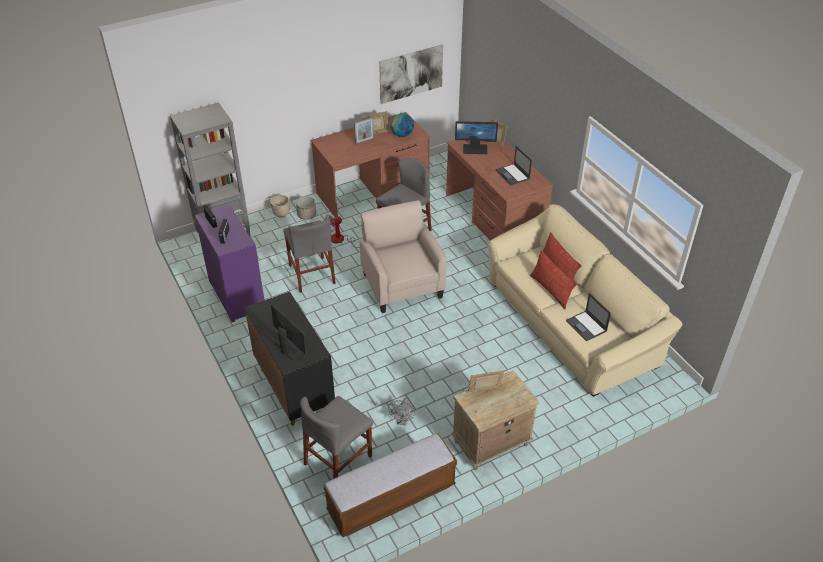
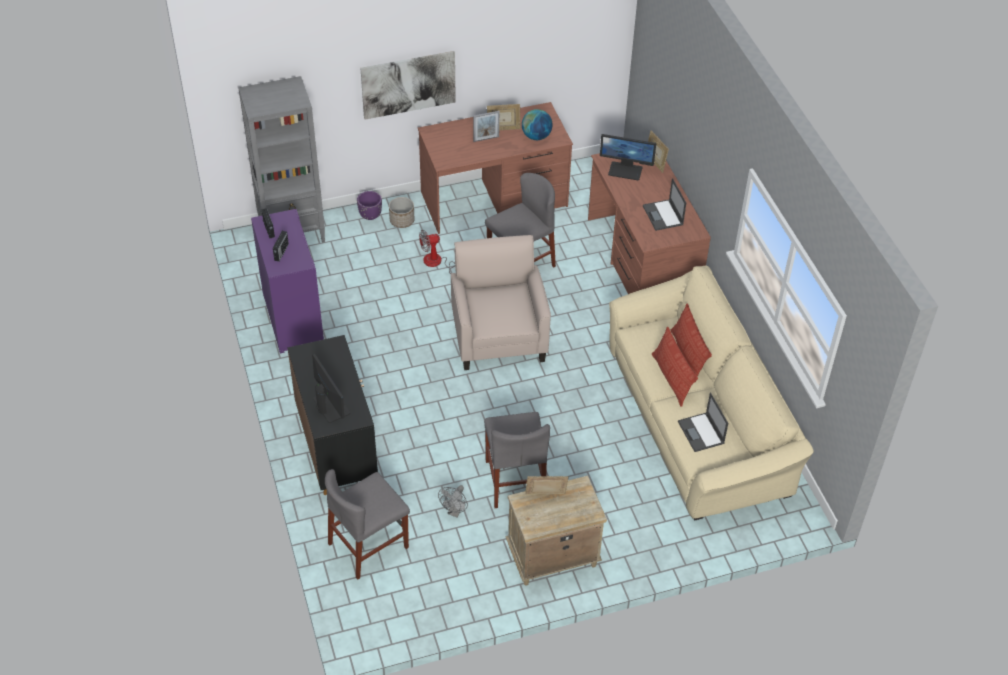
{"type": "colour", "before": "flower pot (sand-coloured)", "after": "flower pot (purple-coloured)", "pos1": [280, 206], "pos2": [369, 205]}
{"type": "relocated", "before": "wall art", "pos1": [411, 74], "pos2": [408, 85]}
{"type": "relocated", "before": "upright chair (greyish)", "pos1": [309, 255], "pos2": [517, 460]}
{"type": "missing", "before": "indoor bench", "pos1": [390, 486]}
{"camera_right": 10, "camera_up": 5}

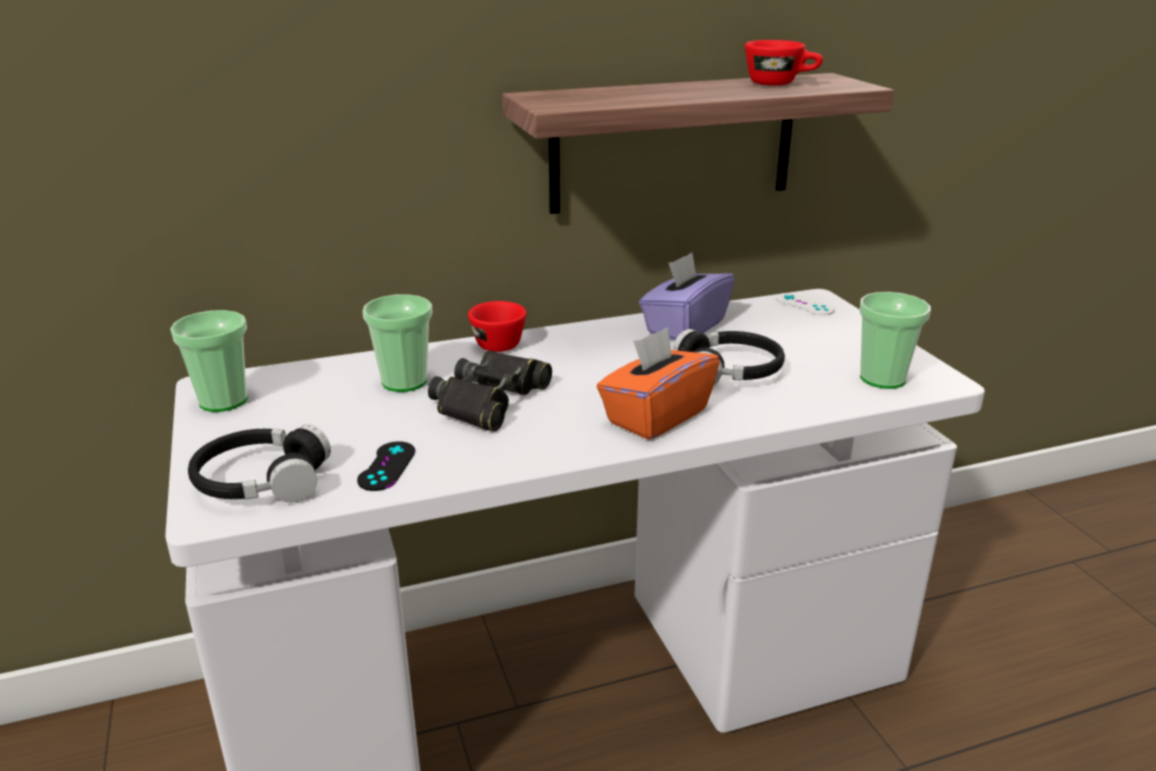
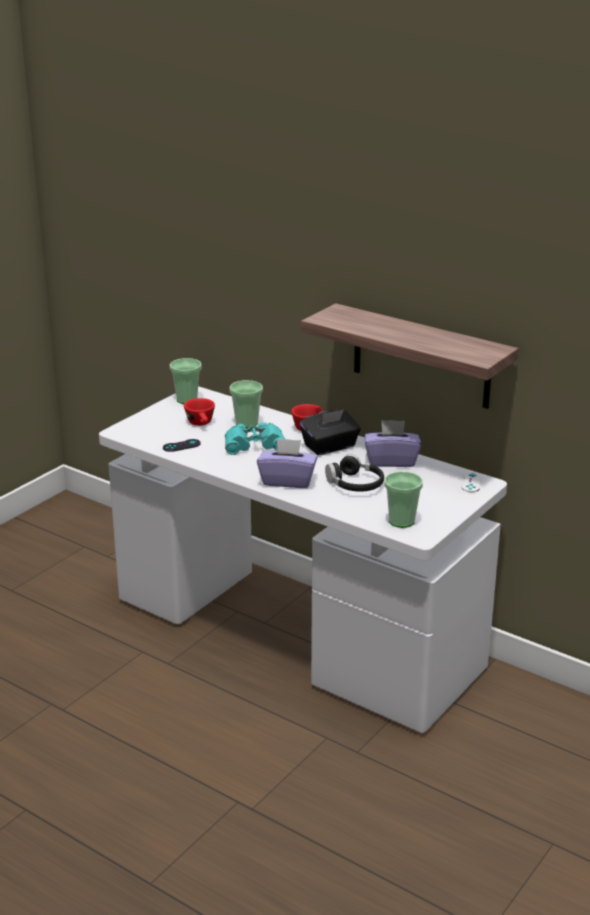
{"type": "relocated", "before": "cup (red-coloured)", "pos1": [784, 63], "pos2": [199, 412]}
{"type": "colour", "before": "pair of binoculars (black-coloured)", "after": "pair of binoculars (turquoise)", "pos1": [490, 391], "pos2": [255, 438]}
{"type": "colour", "before": "tissue holder (orange)", "after": "tissue holder (purple-coloured)", "pos1": [658, 383], "pos2": [287, 463]}
{"type": "appeared", "after": "tissue holder (black-coloured)", "pos2": [330, 432]}
{"type": "missing", "before": "pair of headphones (black-coloured)", "pos1": [259, 463]}
{"camera_right": 55, "camera_up": 0}

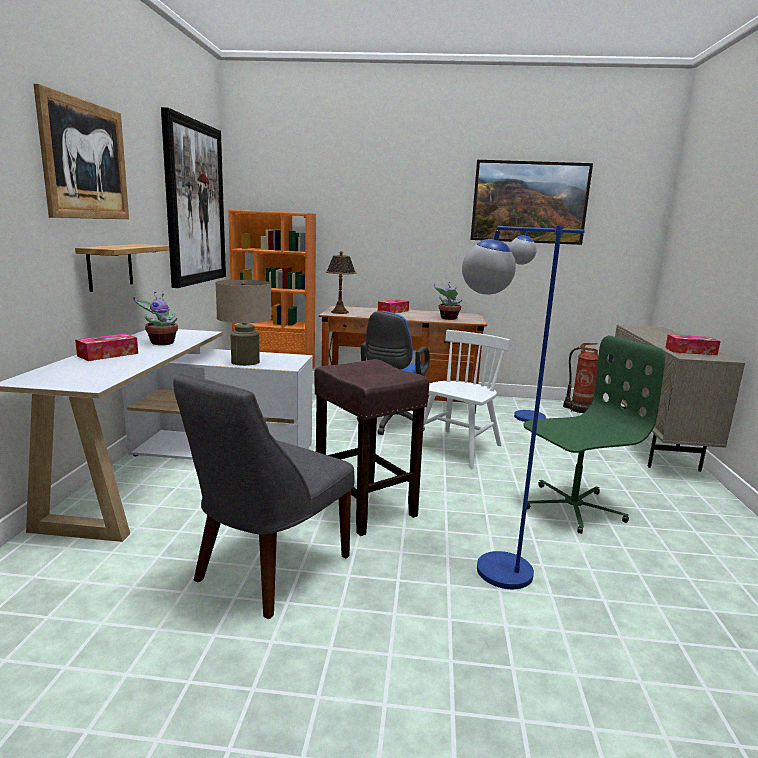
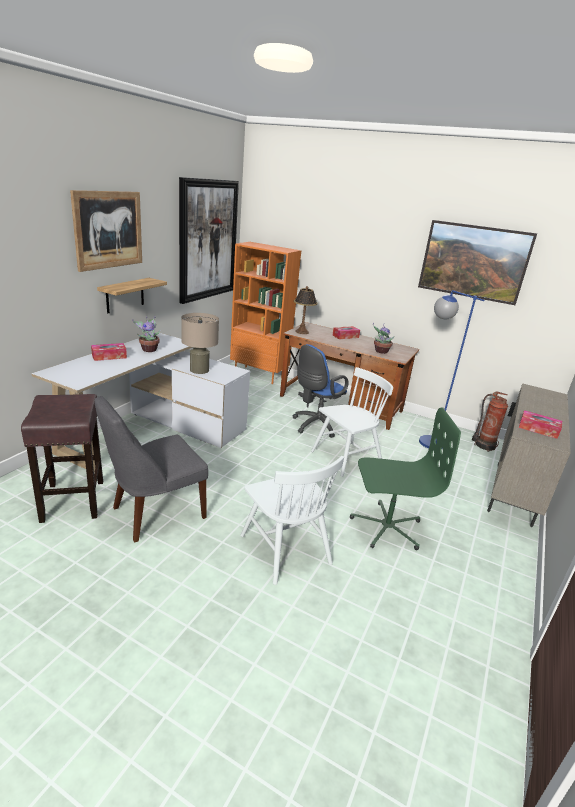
{"type": "relocated", "before": "stool (brown-coloured)", "pos1": [371, 447], "pos2": [62, 458]}
{"type": "exchanged", "before": "floor lamp (blue-coloured)", "after": "upright chair (white)", "pos1": [523, 407], "pos2": [292, 520]}
{"camera_right": 20, "camera_up": 10}

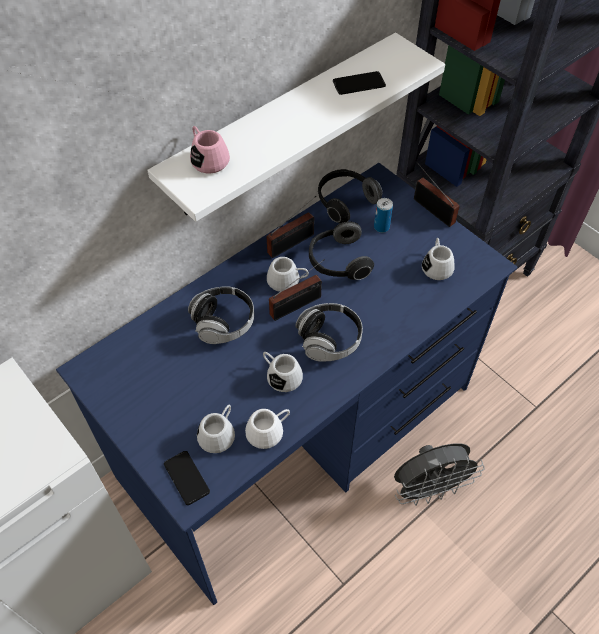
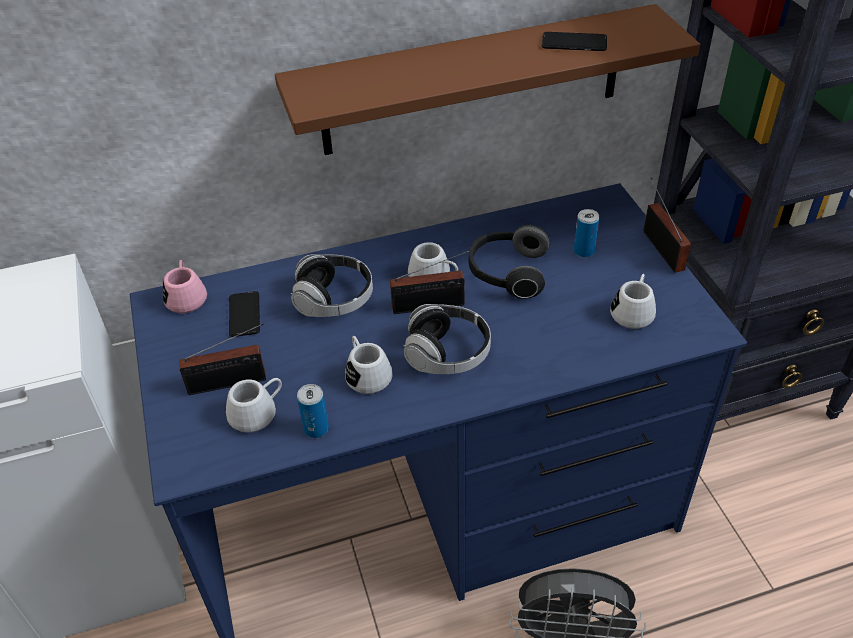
{"type": "relocated", "before": "tea mug (pinkish)", "pos1": [210, 150], "pos2": [185, 286]}
{"type": "relocated", "before": "radio receiver", "pos1": [291, 227], "pos2": [222, 359]}
{"type": "relocated", "before": "phone", "pos1": [187, 478], "pos2": [244, 314]}
{"type": "colour", "before": "shelf (white)", "after": "shelf (brown-coloured)", "pos1": [296, 127], "pos2": [487, 79]}
{"type": "exchanged", "before": "tea mug (white)", "after": "metal can", "pos1": [267, 429], "pos2": [313, 411]}
{"type": "missing", "before": "pair of headphones", "pos1": [350, 196]}
{"camera_right": 25, "camera_up": -10}

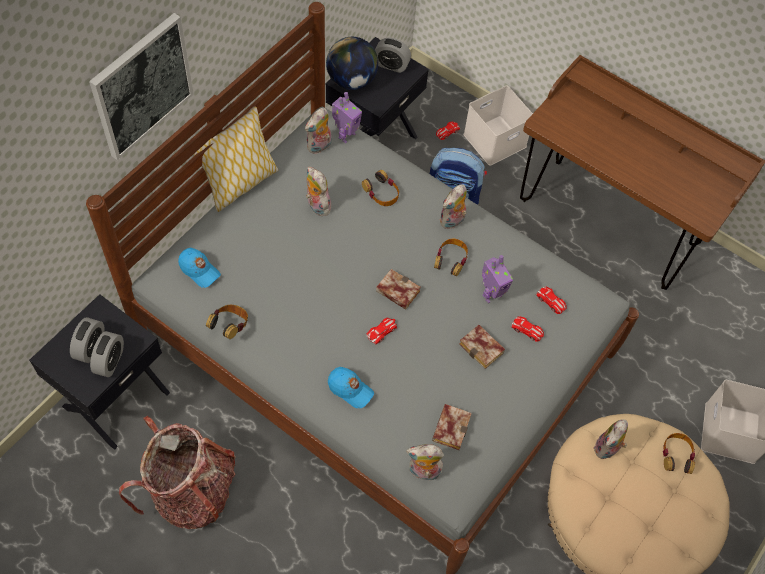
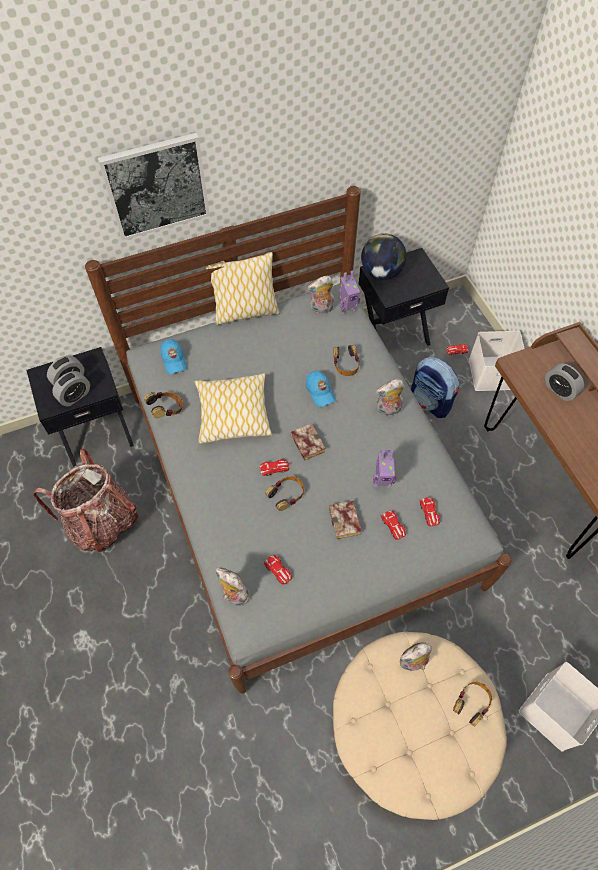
{"type": "appeared", "after": "cushion", "pos2": [233, 408]}
{"type": "exchanged", "before": "book", "after": "toy car", "pos1": [452, 427], "pos2": [277, 569]}
{"type": "relocated", "before": "pair of headphones", "pos1": [451, 257], "pos2": [284, 493]}
{"type": "relocated", "before": "cap (blue-coloured)", "pos1": [351, 387], "pos2": [321, 389]}
{"type": "relocated", "before": "table clock", "pos1": [393, 55], "pos2": [564, 382]}
{"type": "missing", "before": "cuddly toy", "pos1": [318, 191]}
{"camera_right": 35, "camera_up": 0}

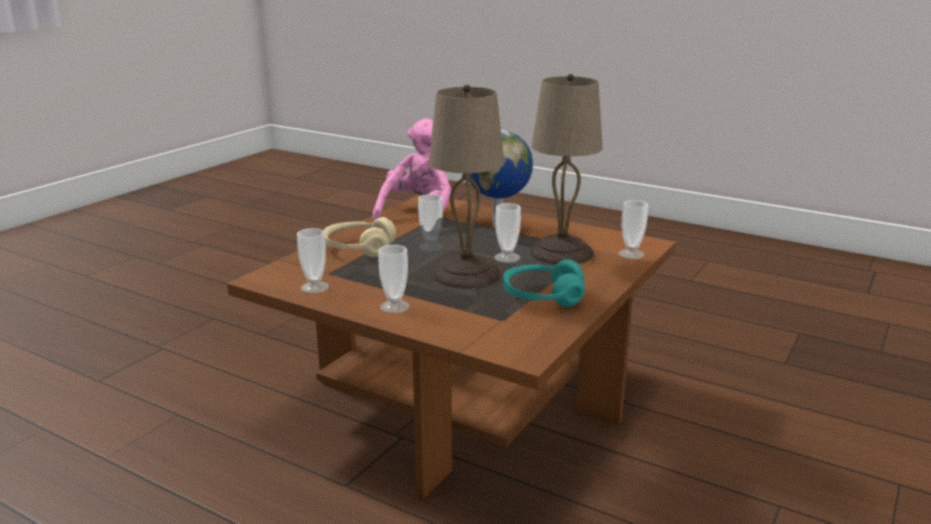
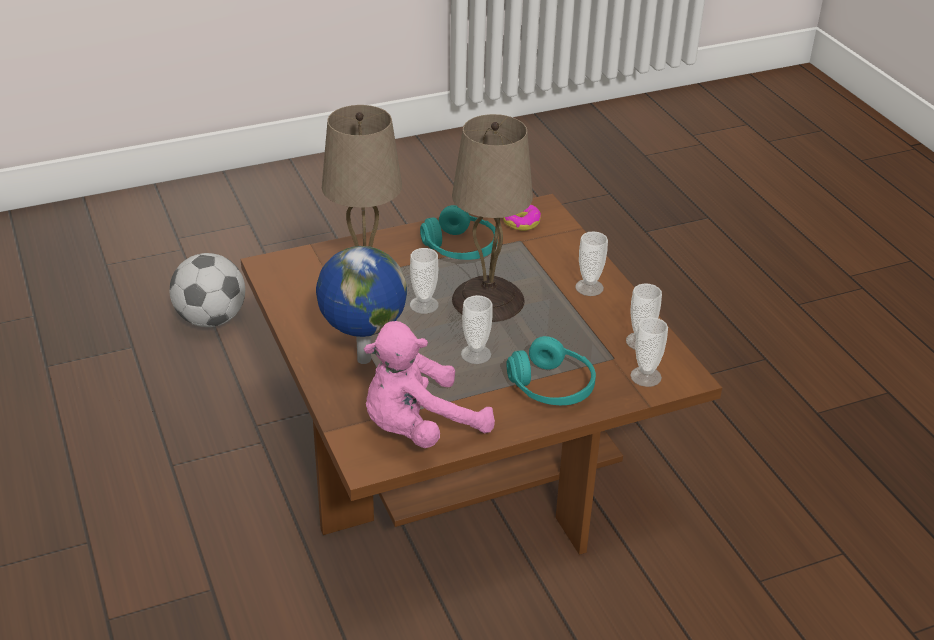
{"type": "appeared", "after": "football ball", "pos2": [207, 290]}
{"type": "appeared", "after": "ring doughnut", "pos2": [522, 218]}
{"type": "colour", "before": "pair of headphones (sand-coloured)", "after": "pair of headphones (turquoise)", "pos1": [360, 237], "pos2": [551, 370]}
{"type": "relocated", "before": "cup", "pos1": [633, 229], "pos2": [649, 352]}
{"camera_right": -145, "camera_up": 15}

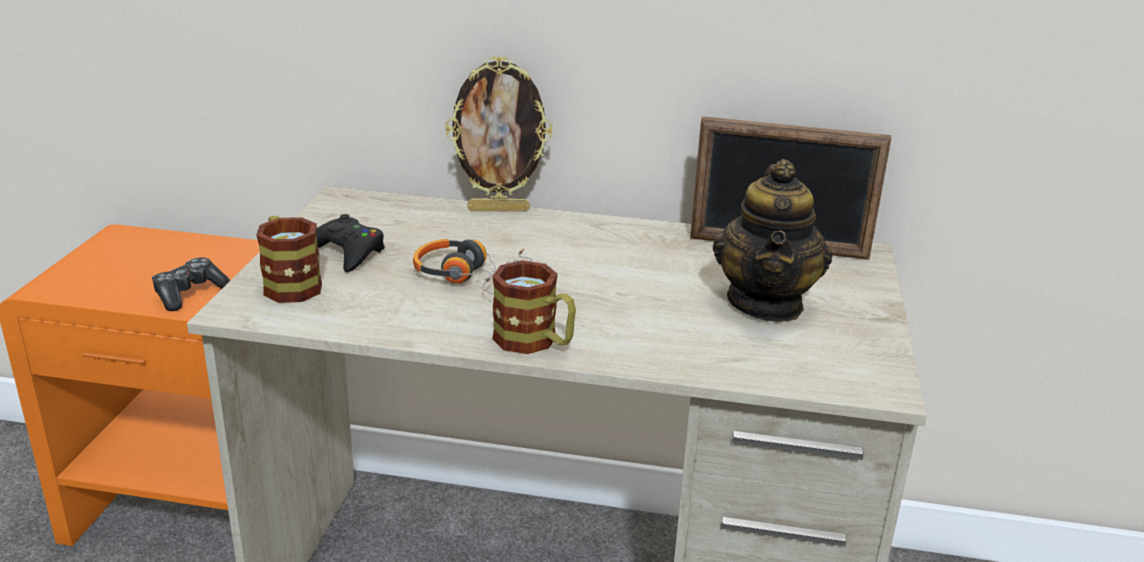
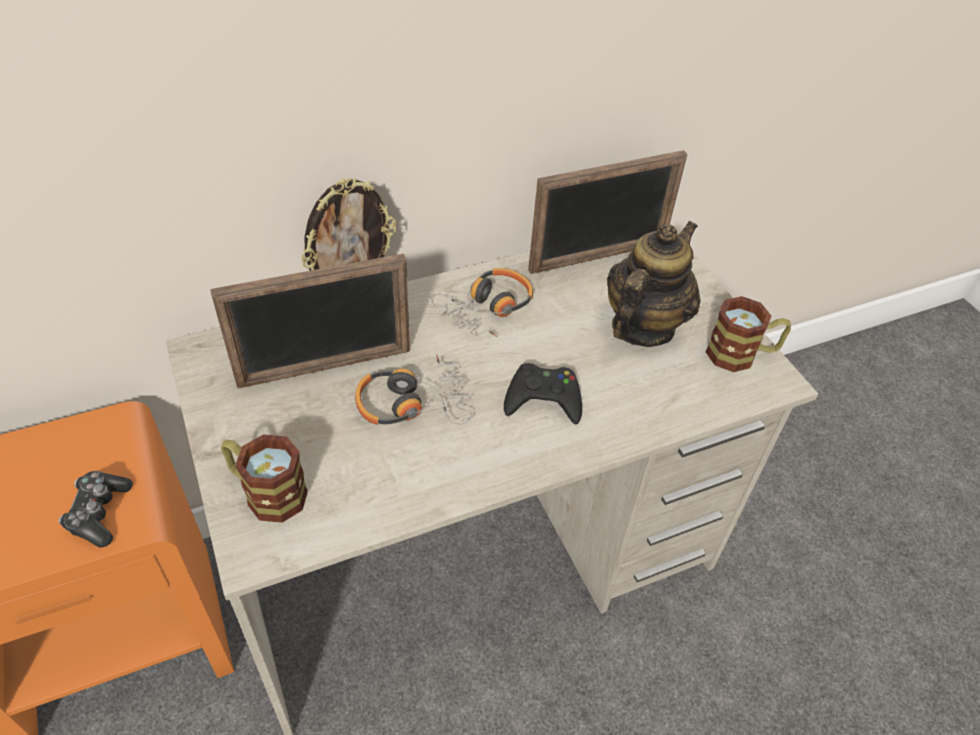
{"type": "appeared", "after": "standing frame", "pos2": [310, 321]}
{"type": "appeared", "after": "pair of headphones", "pos2": [480, 302]}
{"type": "relocated", "before": "gamepad (black-coloured)", "pos1": [350, 243], "pos2": [543, 393]}
{"type": "spun", "before": "pot for tea", "pos1": [773, 240], "pos2": [654, 284], "turn": -120}
{"type": "relocated", "before": "tea mug", "pos1": [534, 307], "pos2": [748, 334]}
{"camera_right": -35, "camera_up": 20}

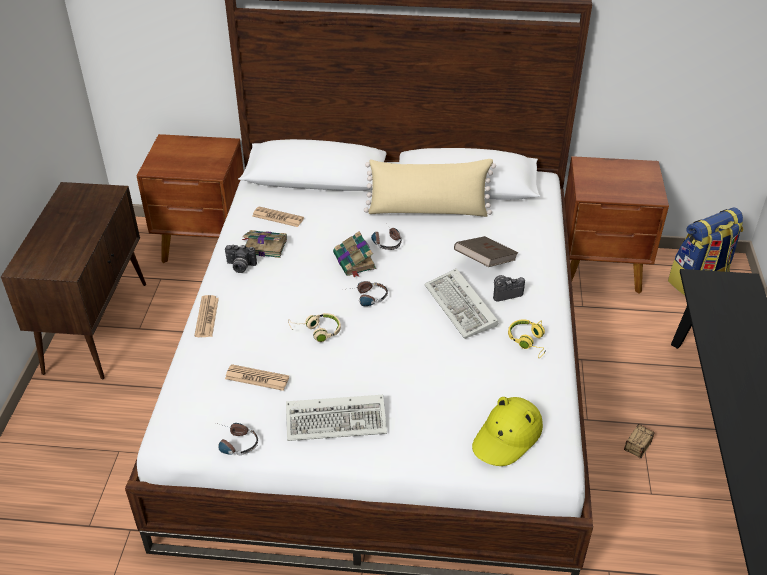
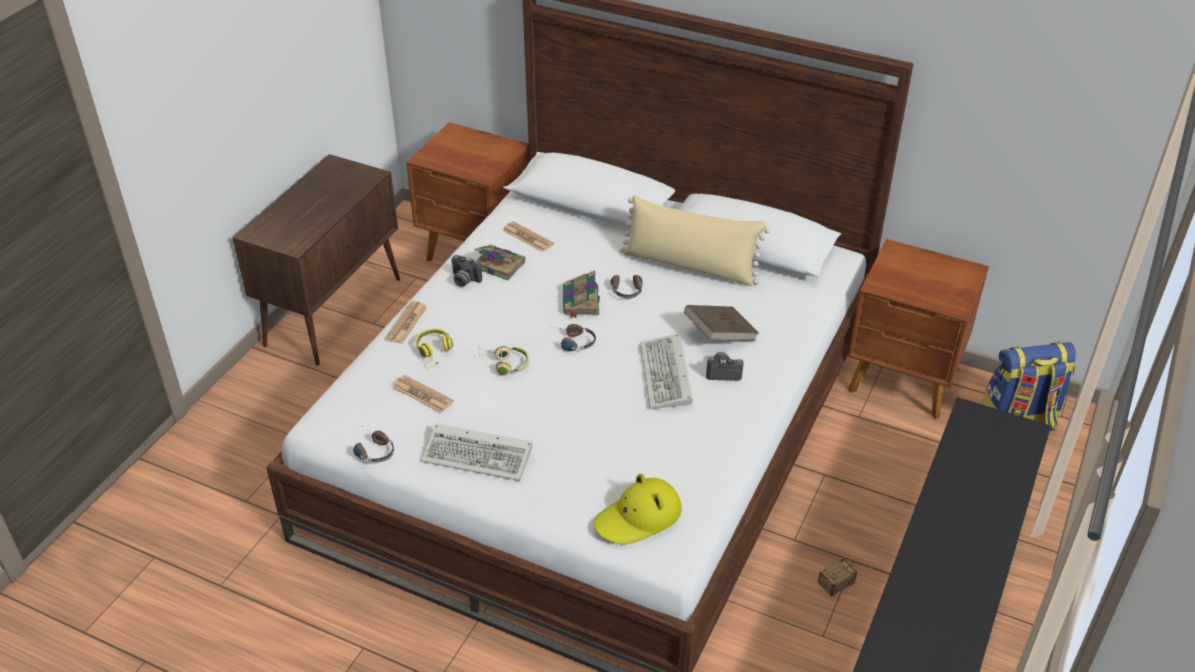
{"type": "relocated", "before": "pair of headphones (yellowish)", "pos1": [527, 338], "pos2": [434, 348]}
{"camera_right": 20, "camera_up": 0}

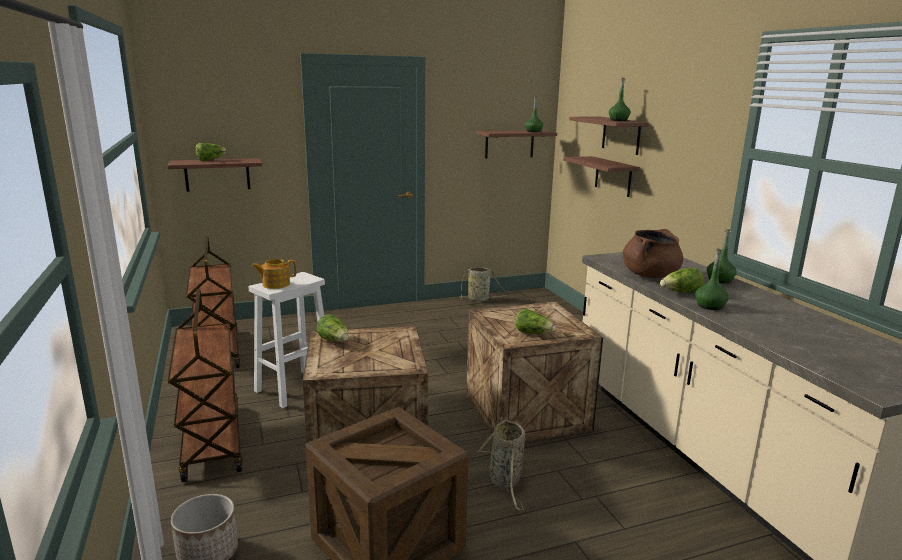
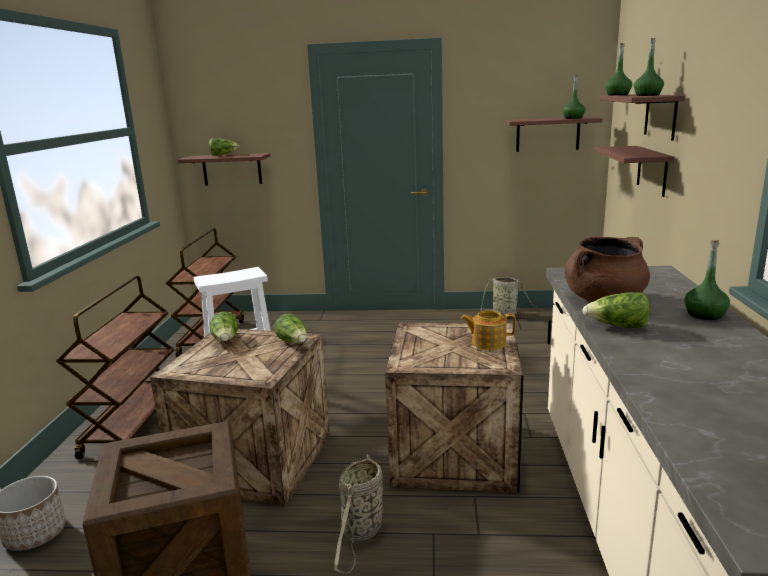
{"type": "relocated", "before": "lettuce head", "pos1": [535, 321], "pos2": [291, 328]}
{"type": "relocated", "before": "pot for tea", "pos1": [274, 274], "pos2": [488, 330]}
{"type": "relocated", "before": "drink bottle (green-coloured)", "pos1": [712, 279], "pos2": [618, 69]}
{"camera_right": 25, "camera_up": 0}

